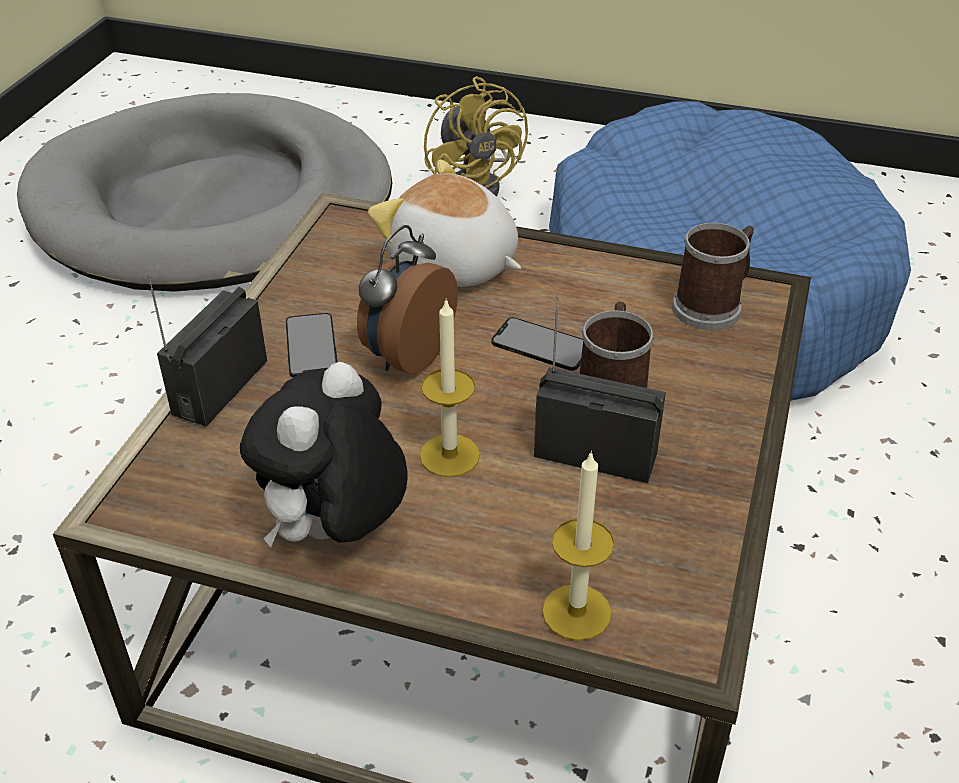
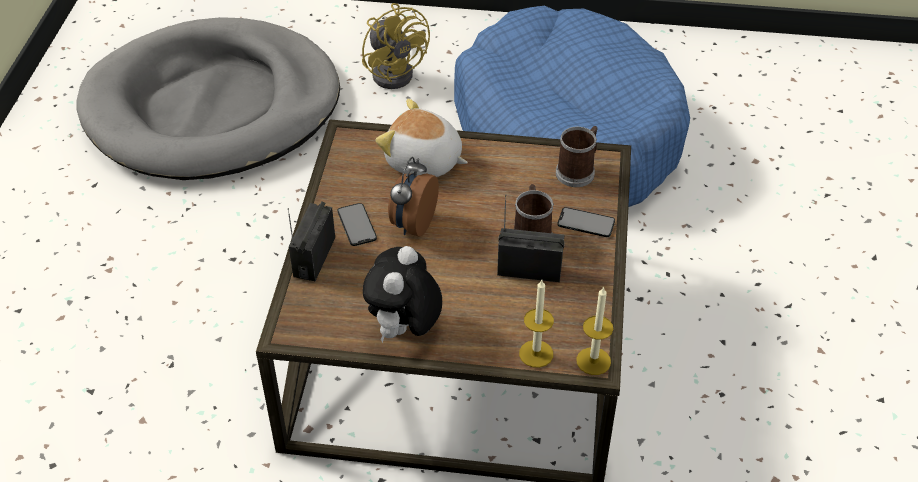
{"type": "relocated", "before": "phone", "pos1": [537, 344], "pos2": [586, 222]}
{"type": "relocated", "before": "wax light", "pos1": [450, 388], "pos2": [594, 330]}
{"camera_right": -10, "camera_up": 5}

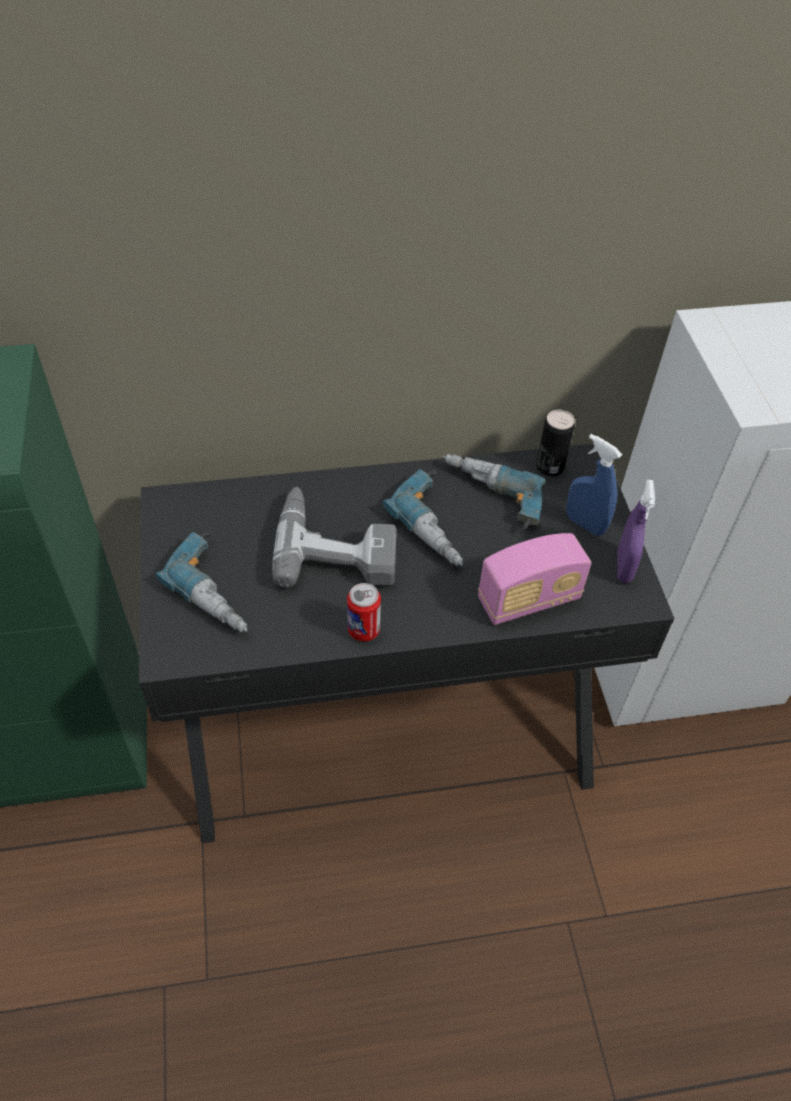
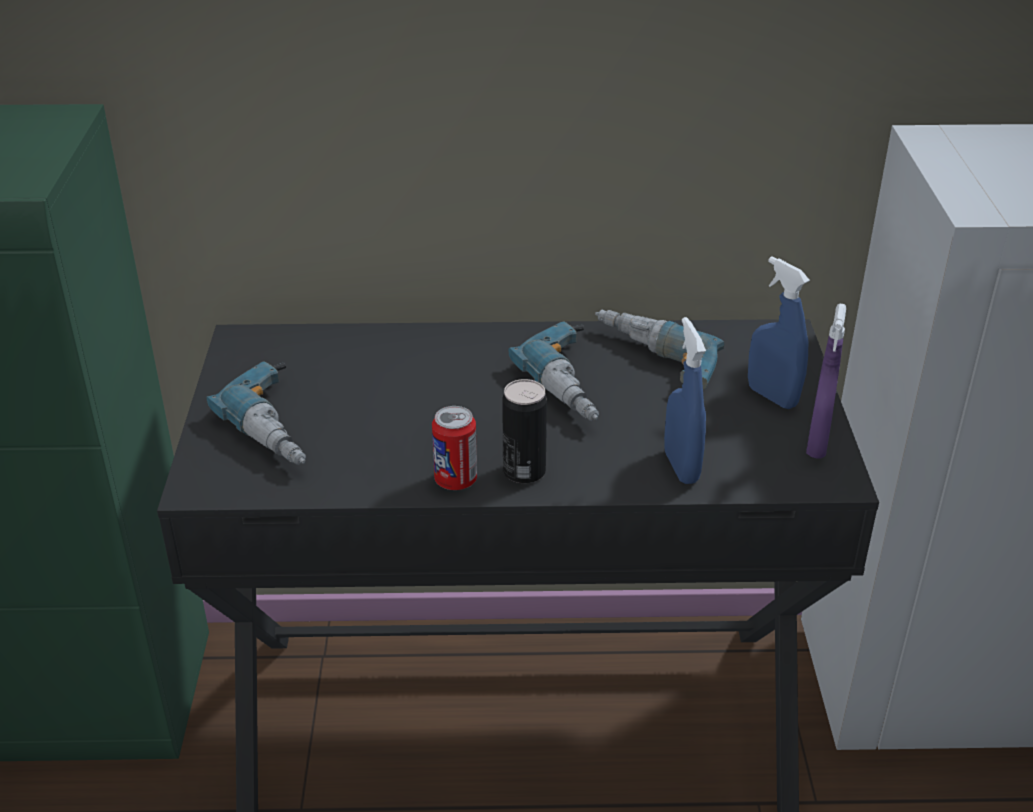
{"type": "relocated", "before": "metal can", "pos1": [555, 443], "pos2": [524, 431]}
{"type": "exchanged", "before": "radio receiver", "after": "sprayer (blue-coloured)", "pos1": [534, 579], "pos2": [685, 400]}
{"type": "missing", "before": "electric drill", "pos1": [334, 537]}
{"camera_right": 10, "camera_up": -15}

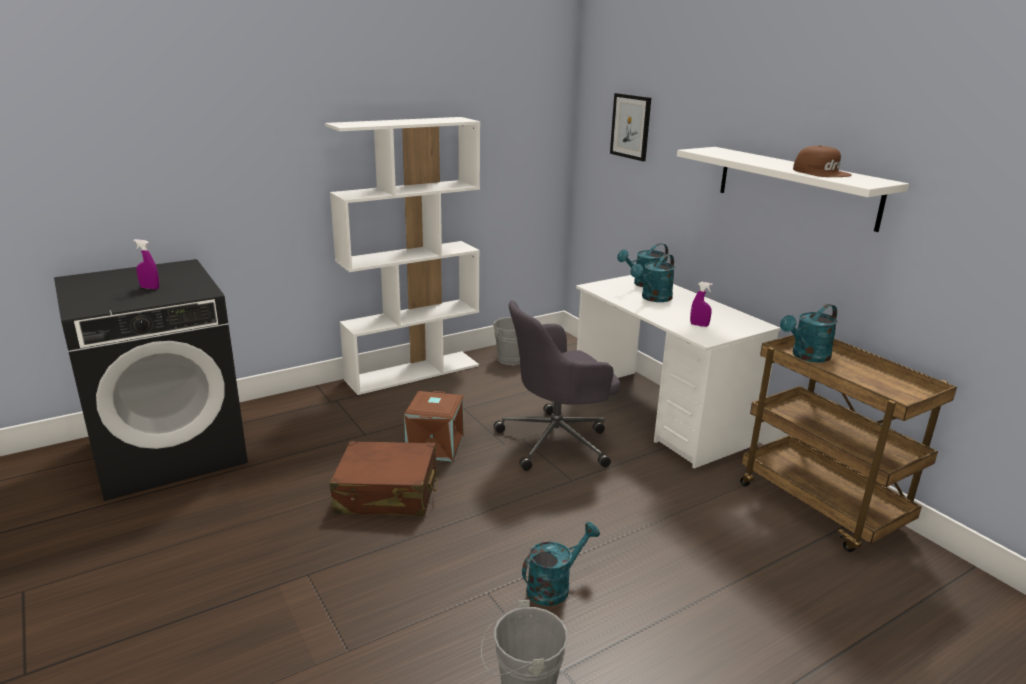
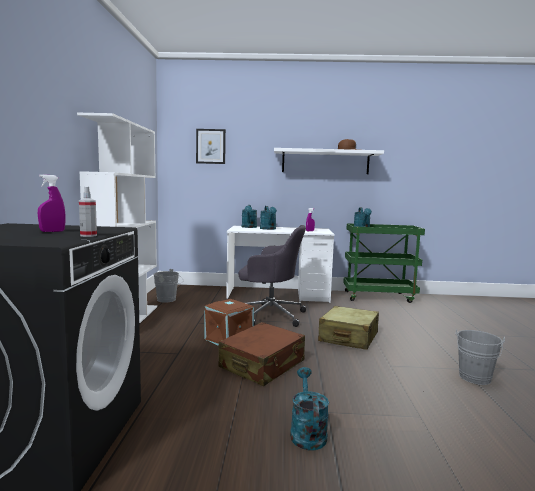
{"type": "appeared", "after": "sprayer", "pos2": [88, 212]}
{"type": "spun", "before": "office chair (greyish)", "pos1": [557, 385], "pos2": [272, 276], "turn": -90}
{"type": "relocated", "before": "watering pot (turquoise)", "pos1": [561, 564], "pos2": [309, 409]}
{"type": "appeared", "after": "piece of luggage (sand-coloured)", "pos2": [348, 328]}
{"type": "colour", "before": "cart (brown-coloured)", "after": "cart (green-coloured)", "pos1": [848, 443], "pos2": [384, 263]}
{"camera_right": -55, "camera_up": -15}

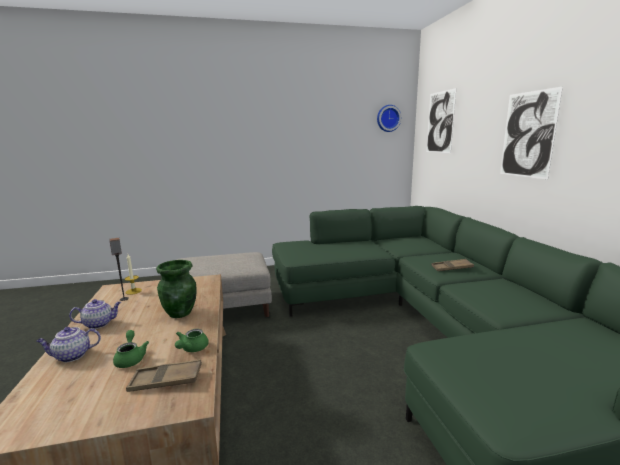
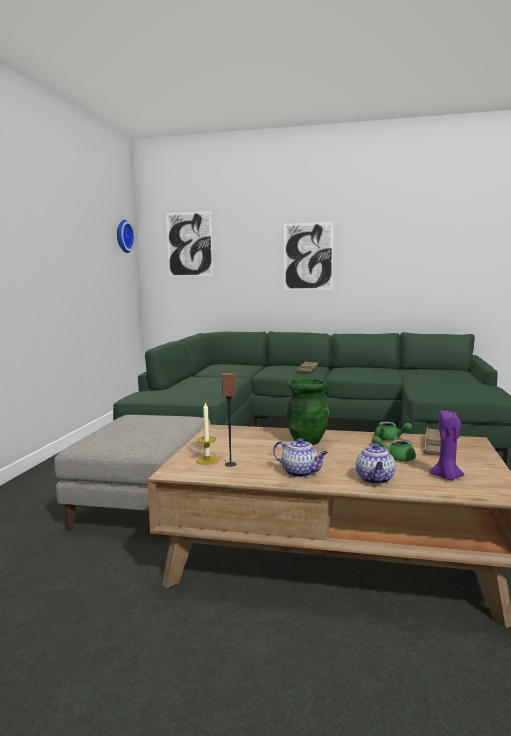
{"type": "spun", "before": "pot for tea", "pos1": [95, 314], "pos2": [300, 457], "turn": 120}
{"type": "appeared", "after": "wax light (purple-coloured)", "pos2": [446, 445]}
{"camera_right": -65, "camera_up": -5}

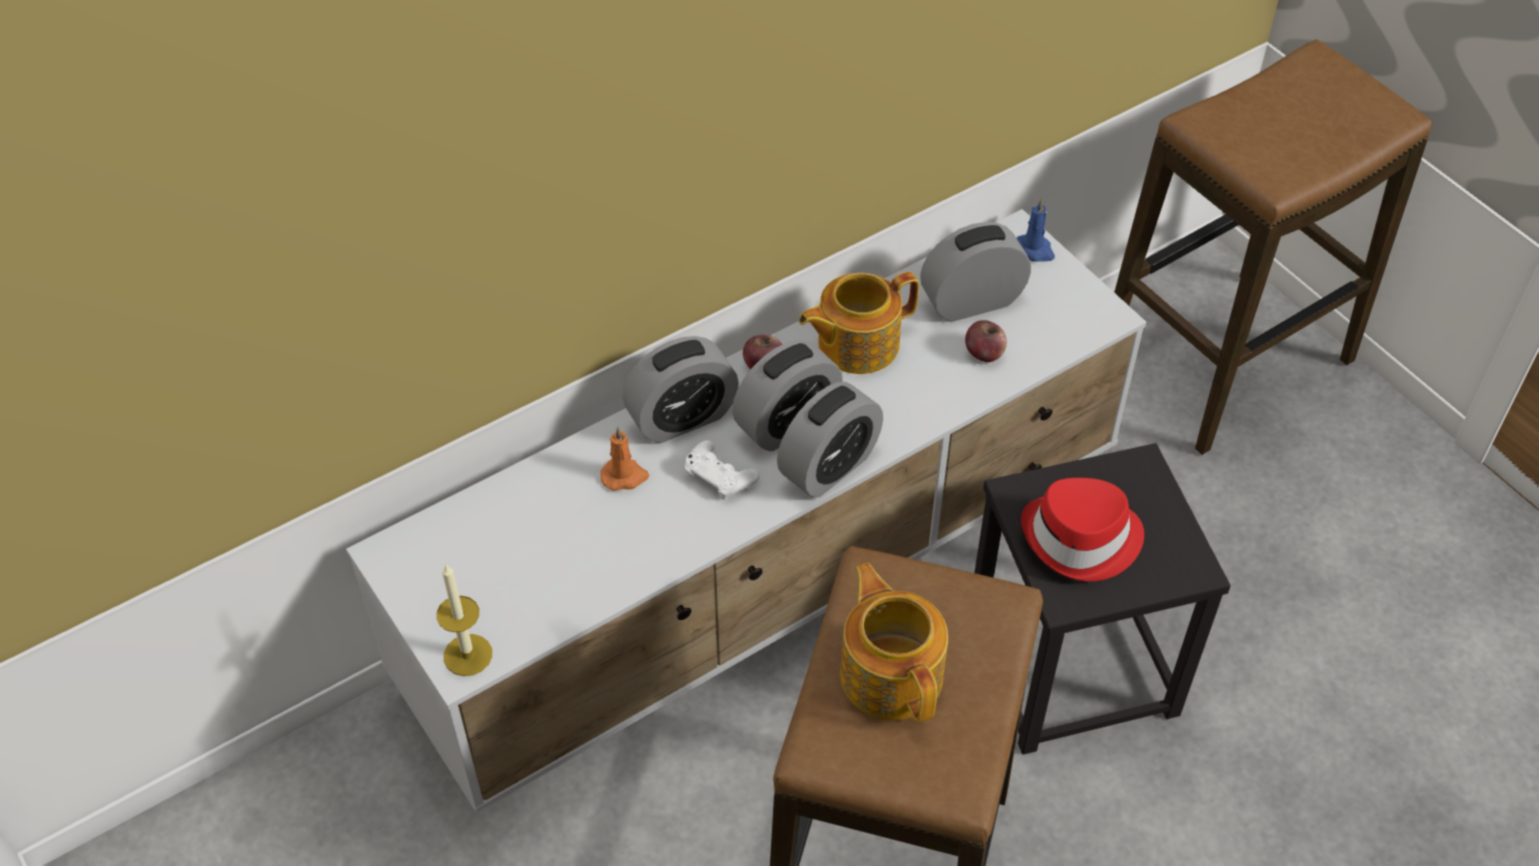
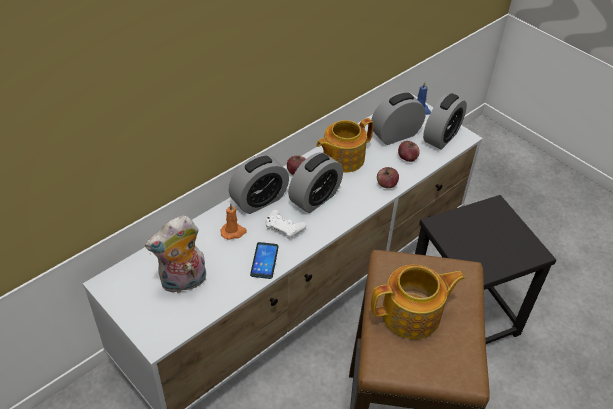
{"type": "appeared", "after": "cuddly toy", "pos2": [175, 254]}
{"type": "appeared", "after": "phone", "pos2": [264, 260]}
{"type": "spun", "before": "pot for tea", "pos1": [894, 642], "pos2": [418, 302], "turn": 105}
{"type": "appeared", "after": "apple fruit", "pos2": [388, 177]}
{"type": "relocated", "before": "table clock", "pos1": [830, 440], "pos2": [445, 121]}
{"type": "missing", "before": "wax light", "pos1": [464, 620]}
{"type": "missing", "before": "clothing hat (red-coloured)", "pos1": [1082, 529]}
{"type": "missing", "before": "stool", "pos1": [1273, 247]}
{"camera_right": -10, "camera_up": -5}

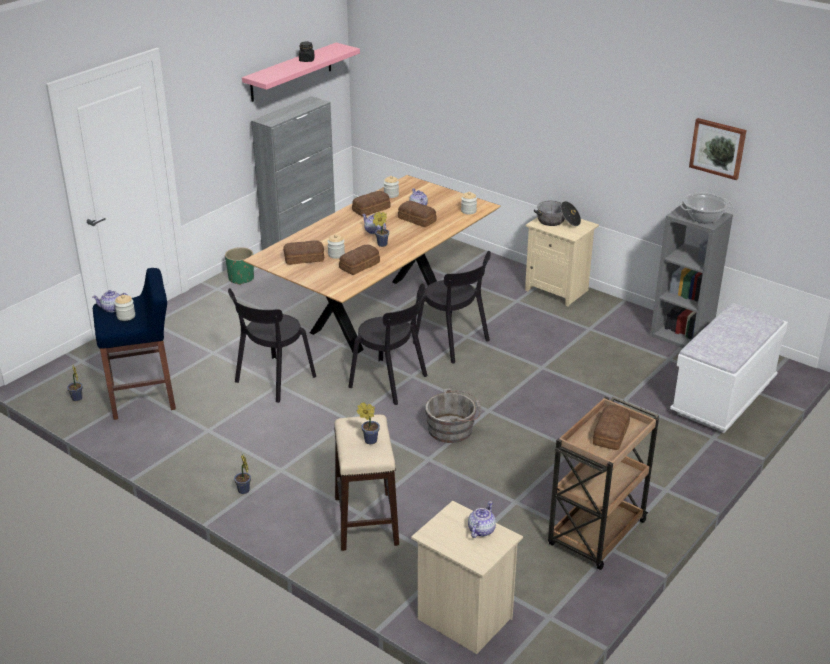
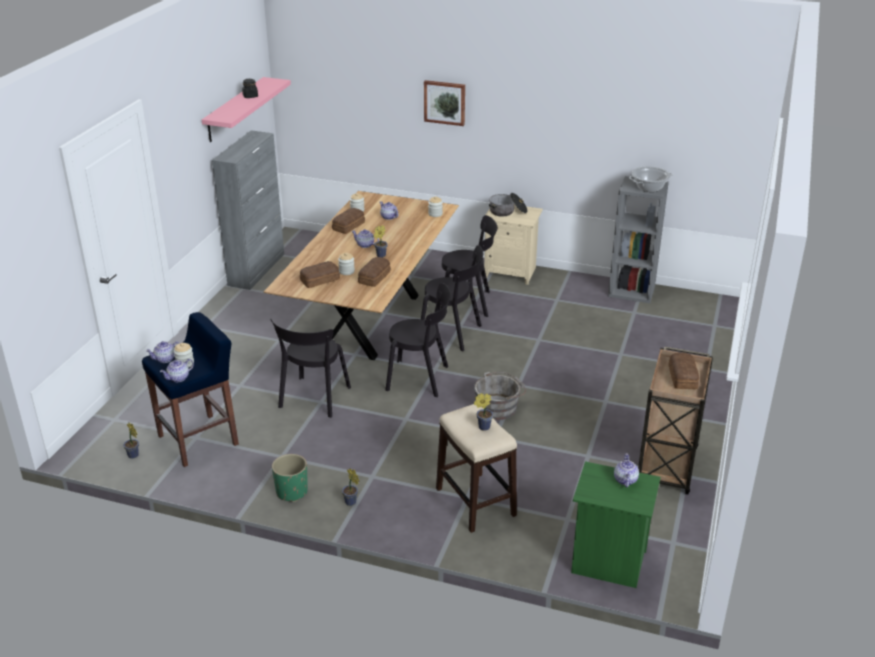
{"type": "appeared", "after": "pot for tea", "pos2": [177, 370]}
{"type": "relocated", "before": "flower pot (green-coloured)", "pos1": [239, 266], "pos2": [290, 478]}
{"type": "relocated", "before": "wall art", "pos1": [718, 149], "pos2": [444, 103]}
{"type": "appeared", "after": "upright chair (black-coloured)", "pos2": [469, 266]}
{"type": "colour", "before": "night table (sand-coloured)", "after": "night table (green-coloured)", "pos1": [467, 577], "pos2": [616, 524]}
{"type": "missing", "before": "bakery bread", "pos1": [417, 214]}
{"type": "missing", "before": "indoor bench (white)", "pos1": [729, 368]}
{"camera_right": -20, "camera_up": 0}

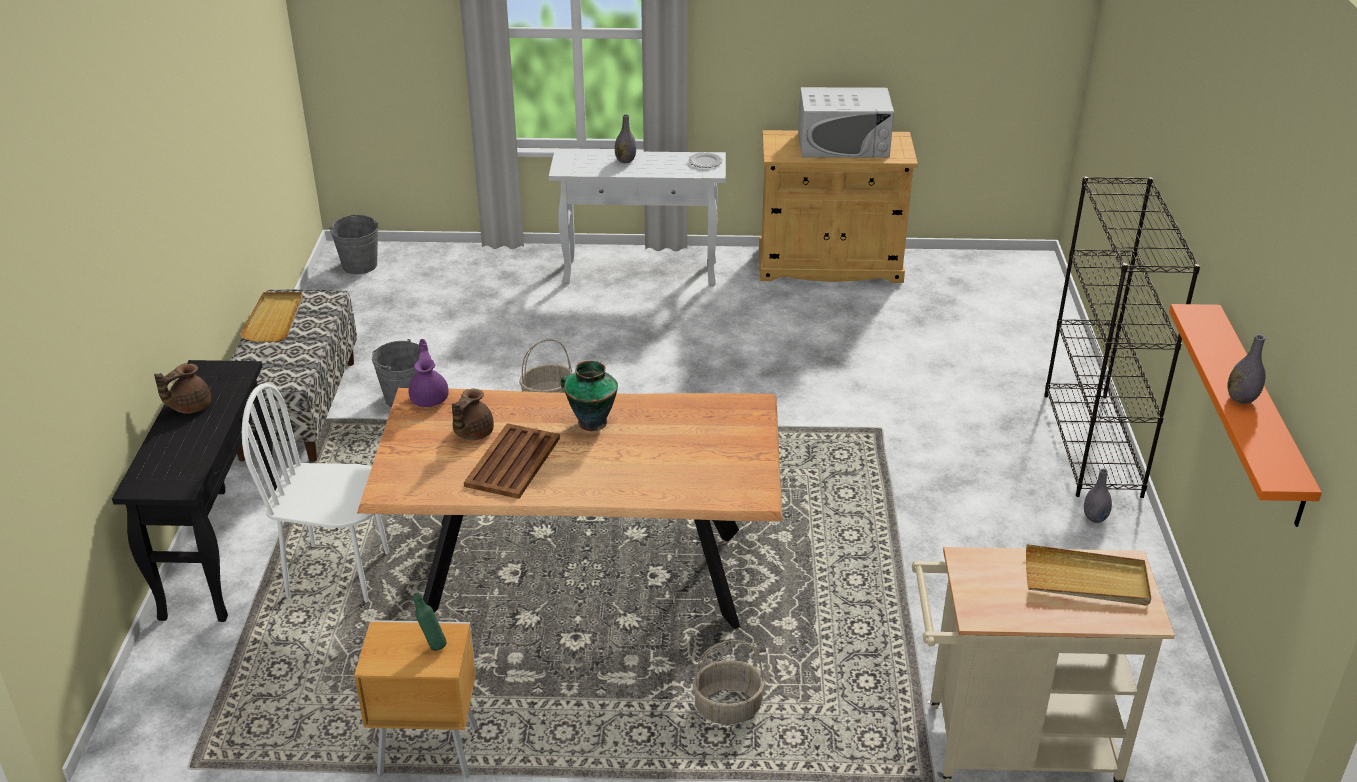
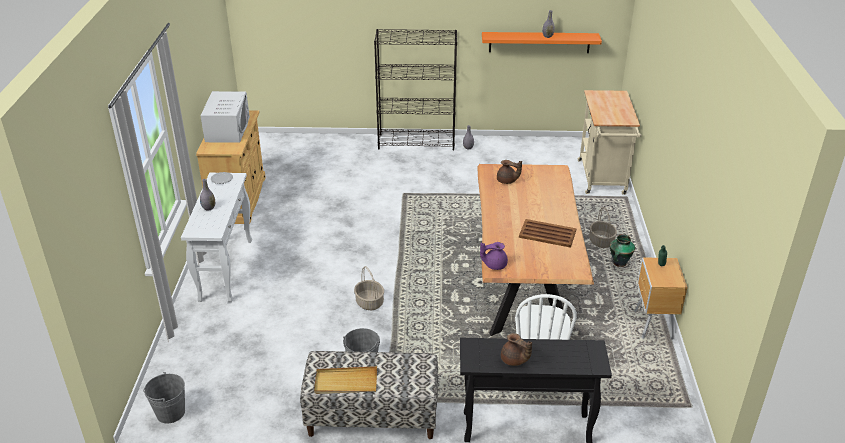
{"type": "relocated", "before": "pot for tea (brown-coloured)", "pos1": [473, 414], "pos2": [509, 172]}
{"type": "relocated", "before": "flower vase", "pos1": [589, 395], "pos2": [622, 250]}
{"type": "missing", "before": "carrying tray (sand-coloured)", "pos1": [1088, 575]}
{"camera_right": -90, "camera_up": 0}

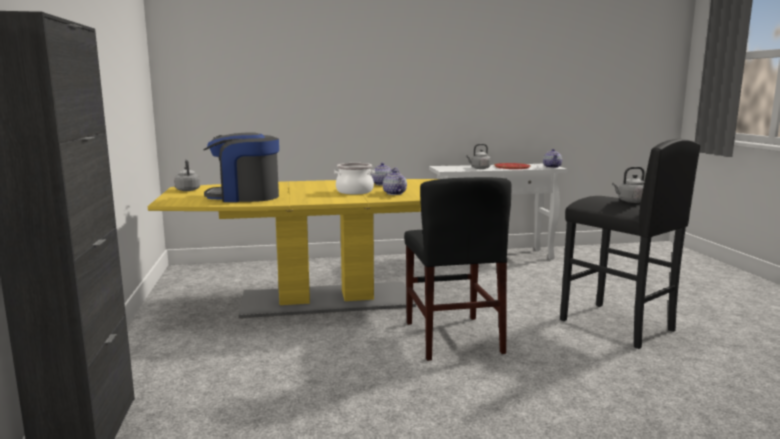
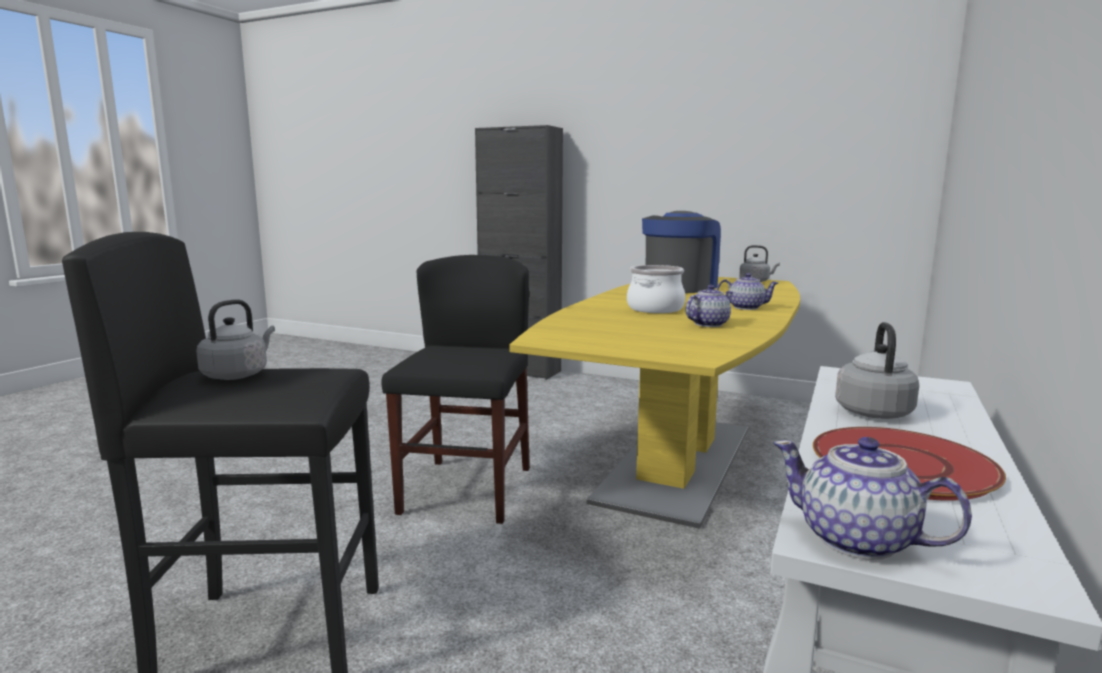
{"type": "spun", "before": "upright chair (black-coloured)", "pos1": [457, 269], "pos2": [455, 389], "turn": 75}
{"type": "relocated", "before": "pot for tea", "pos1": [395, 182], "pos2": [748, 291]}
{"camera_right": 125, "camera_up": 0}

